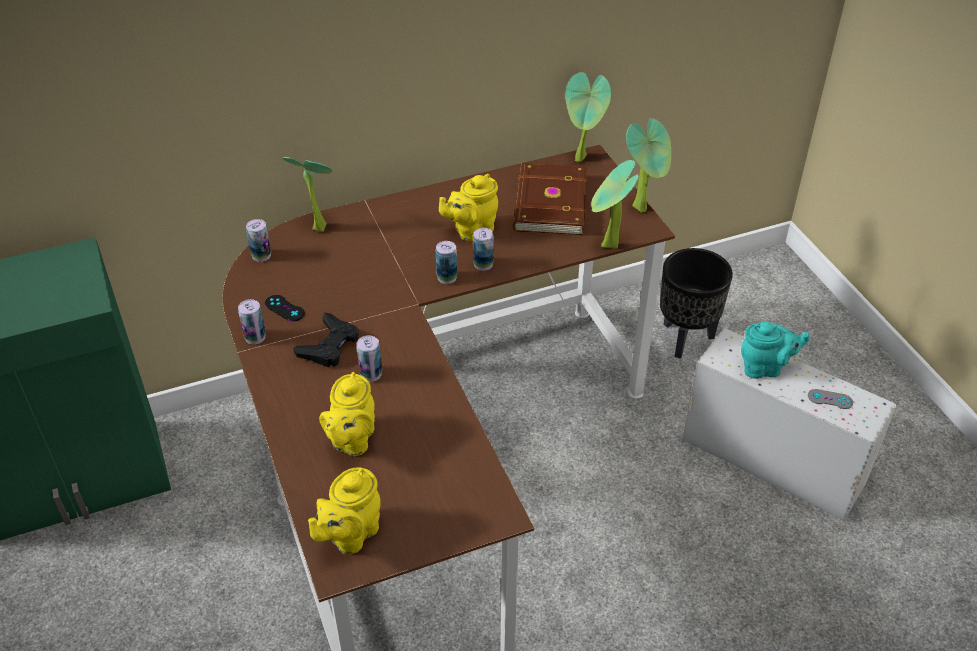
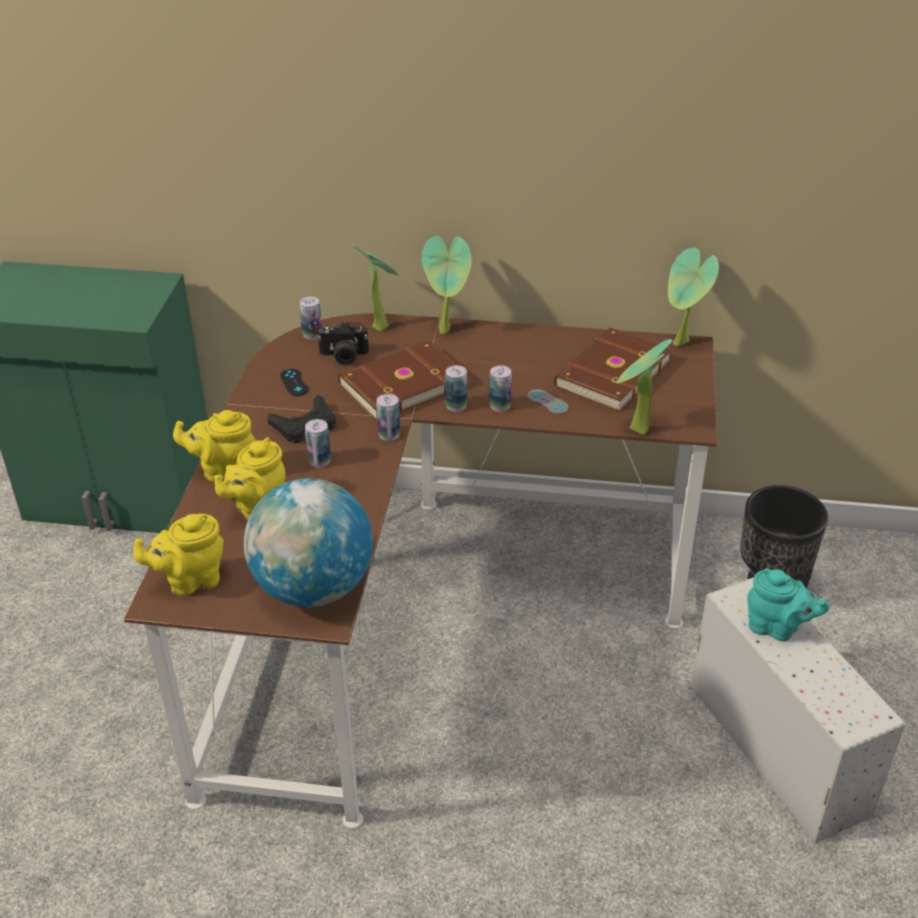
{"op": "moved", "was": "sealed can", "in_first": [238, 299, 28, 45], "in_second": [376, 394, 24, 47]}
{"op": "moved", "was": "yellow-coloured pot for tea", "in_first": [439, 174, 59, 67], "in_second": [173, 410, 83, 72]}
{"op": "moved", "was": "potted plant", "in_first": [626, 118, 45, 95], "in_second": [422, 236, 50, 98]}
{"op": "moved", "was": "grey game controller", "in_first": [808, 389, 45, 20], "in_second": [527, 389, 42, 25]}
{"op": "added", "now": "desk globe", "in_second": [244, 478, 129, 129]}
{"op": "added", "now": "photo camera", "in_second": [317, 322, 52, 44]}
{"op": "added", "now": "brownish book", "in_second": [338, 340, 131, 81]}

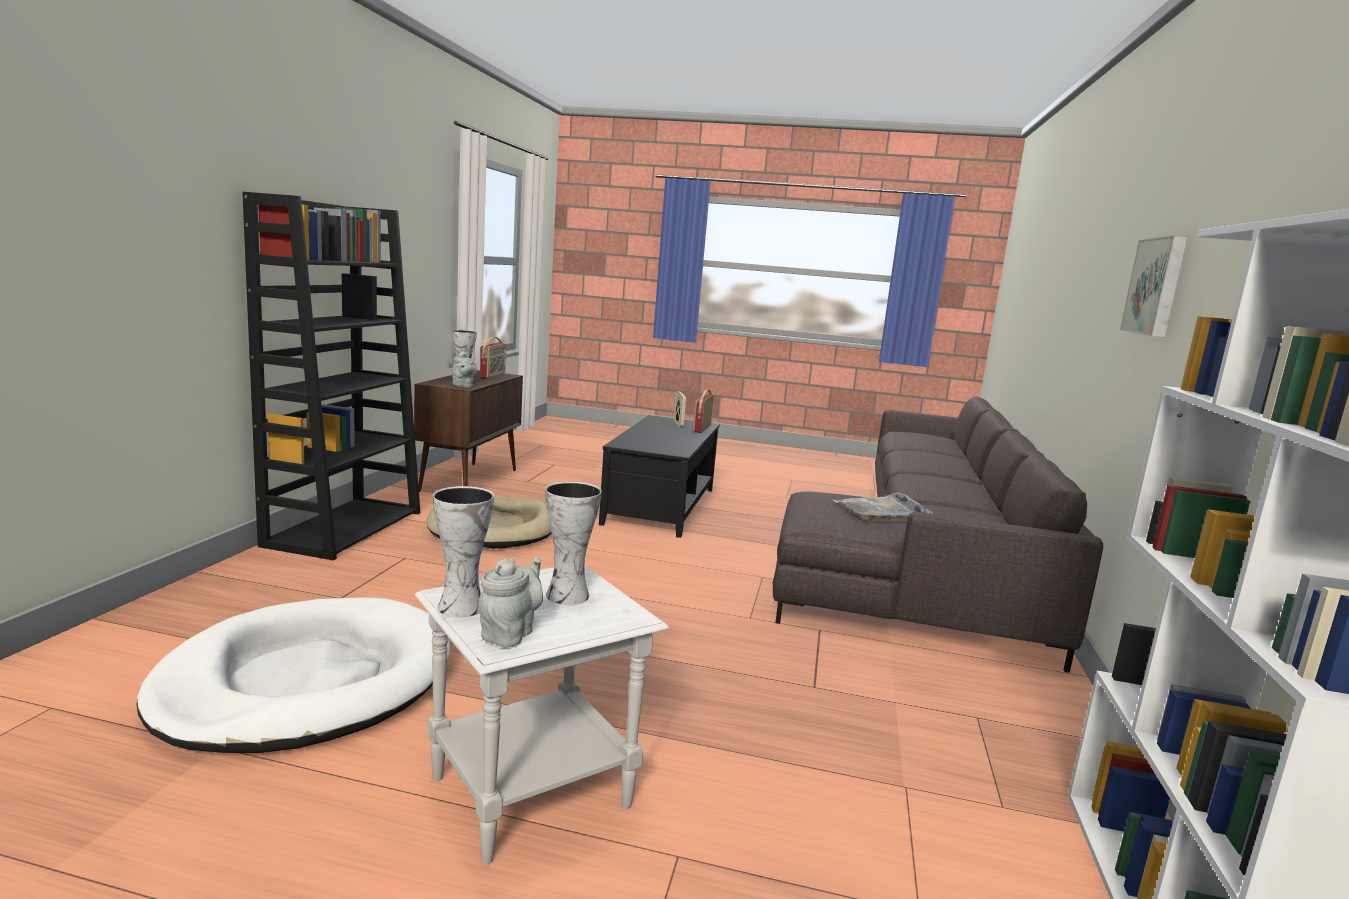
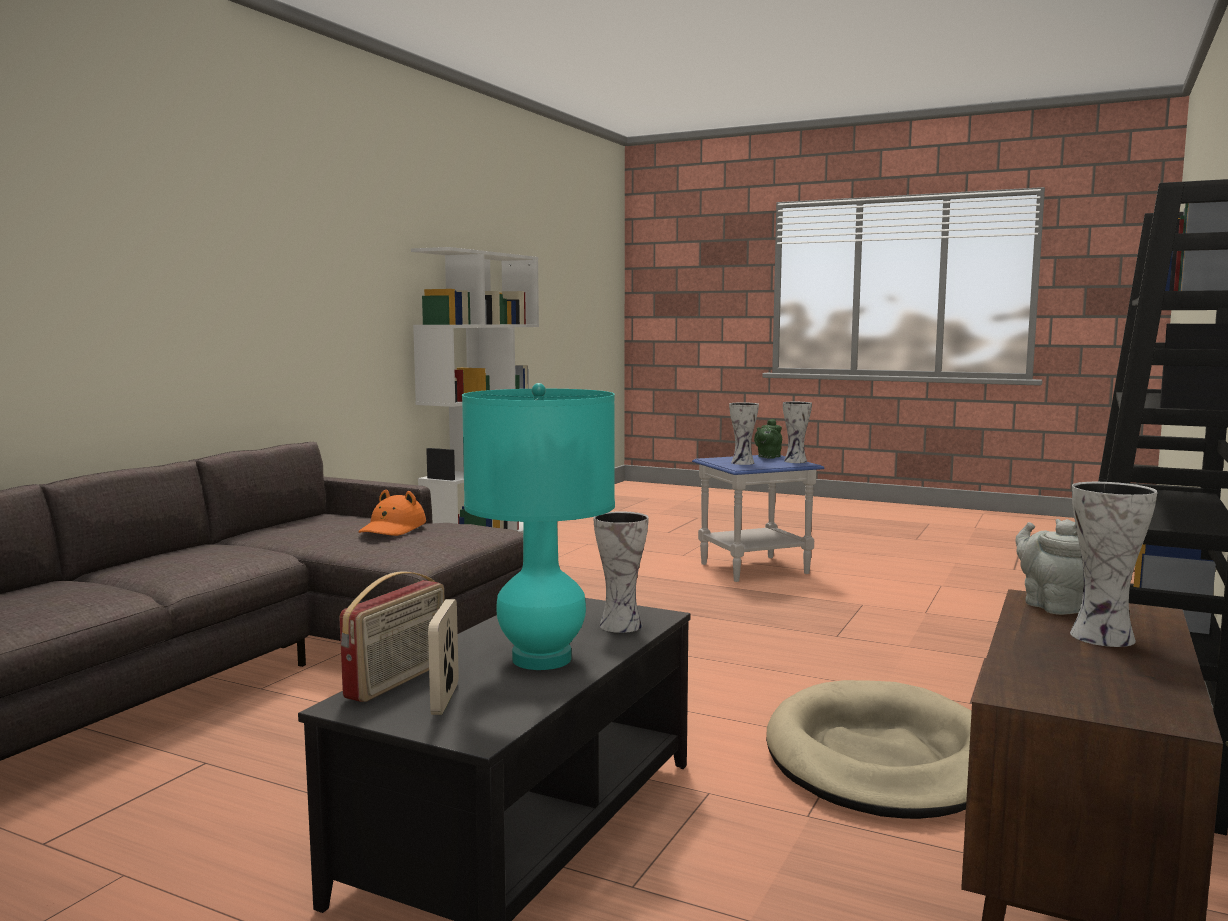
{"op": "removed", "was": "whitish pet bed", "in_first": [137, 597, 313, 156]}
{"op": "recoloured", "was": "whitish end table", "now": "bluish end table", "in_first": [415, 566, 254, 299], "in_second": [692, 455, 133, 127]}
{"op": "recoloured", "was": "grey pot for tea", "now": "green pot for tea", "in_first": [479, 556, 64, 92], "in_second": [754, 419, 28, 40]}
{"op": "removed", "was": "radio set", "in_first": [480, 337, 26, 42]}
{"op": "replaced", "was": "grey serving tray", "now": "orange-coloured hat", "in_first": [833, 492, 100, 30], "in_second": [358, 489, 68, 47]}
{"op": "removed", "was": "wall art", "in_first": [1120, 236, 68, 101]}
{"op": "added", "now": "turquoise-coloured table lamp", "in_second": [462, 383, 153, 287]}
{"op": "added", "now": "flower vase", "in_second": [593, 511, 56, 122]}

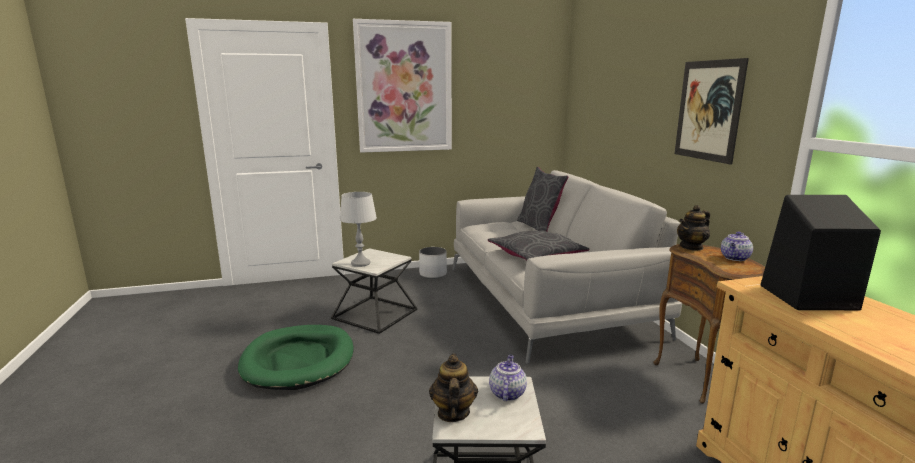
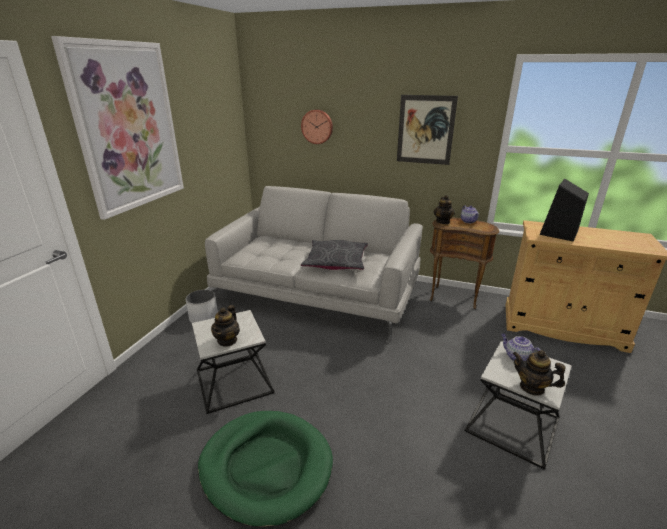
{"op": "replaced", "was": "grey table lamp", "now": "pot for tea", "in_first": [339, 192, 38, 75], "in_second": [211, 305, 29, 42]}
{"op": "removed", "was": "grey throw pillow", "in_first": [517, 167, 52, 64]}
{"op": "added", "now": "hanging clock", "in_second": [301, 109, 32, 35]}

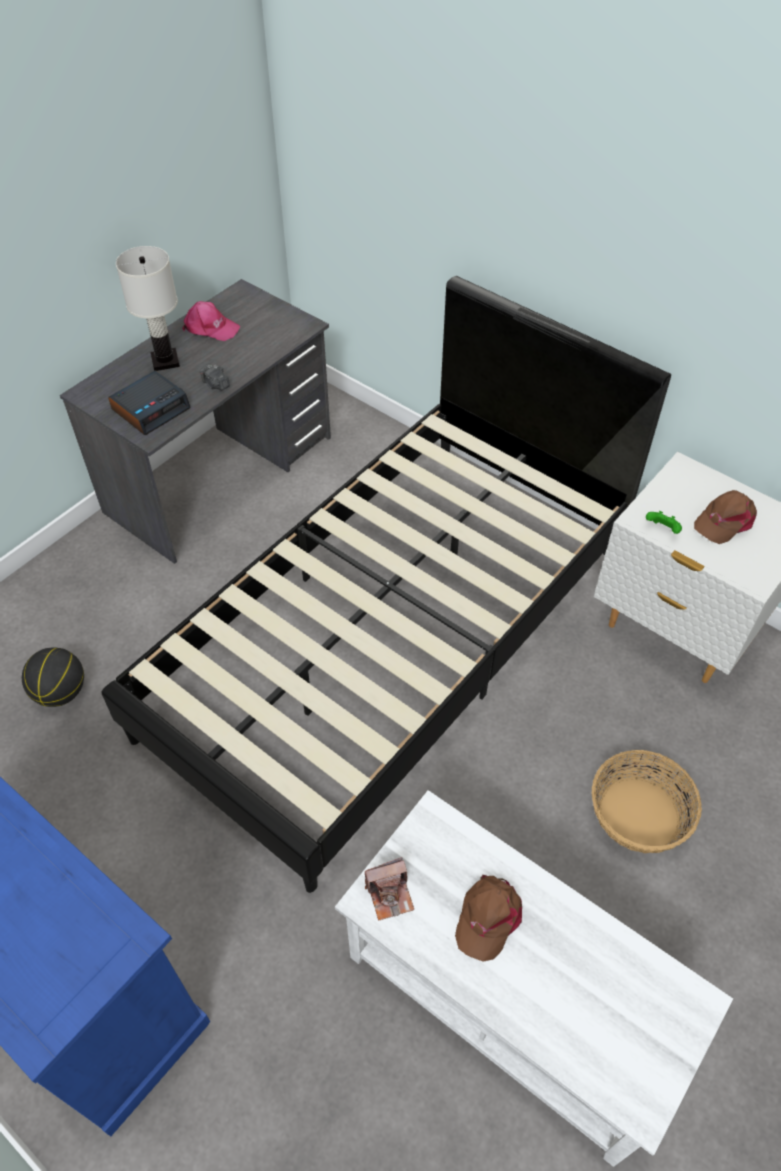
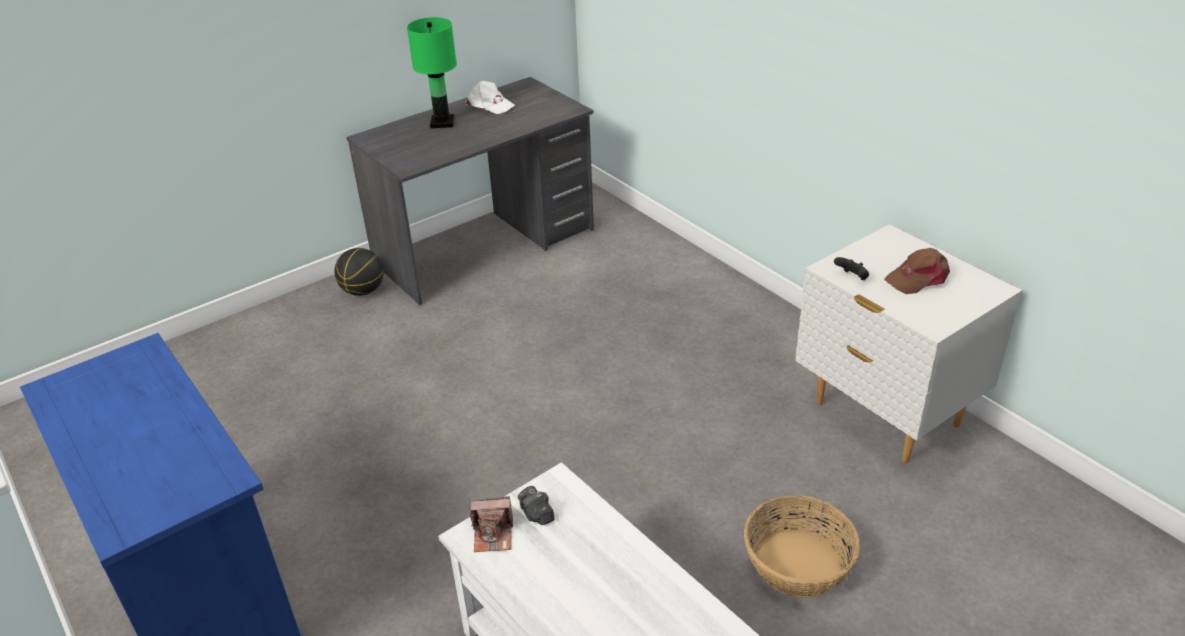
{"op": "moved", "was": "ball for basketball", "in_first": [22, 647, 62, 60], "in_second": [334, 248, 50, 48]}
{"op": "removed", "was": "black sleeping bed", "in_first": [102, 276, 569, 617]}
{"op": "removed", "was": "bedside clock", "in_first": [108, 371, 83, 64]}
{"op": "recoloured", "was": "whitish table lamp", "now": "green table lamp", "in_first": [116, 246, 64, 125], "in_second": [407, 17, 50, 111]}
{"op": "recoloured", "was": "pink-coloured cap", "now": "whitish cap", "in_first": [182, 301, 59, 40], "in_second": [465, 81, 50, 33]}
{"op": "moved", "was": "photo camera", "in_first": [200, 363, 30, 27], "in_second": [518, 486, 36, 39]}
{"op": "removed", "was": "brownish cap", "in_first": [455, 875, 67, 87]}
{"op": "recoloured", "was": "green game controller", "now": "black game controller", "in_first": [646, 511, 36, 23], "in_second": [834, 257, 35, 23]}

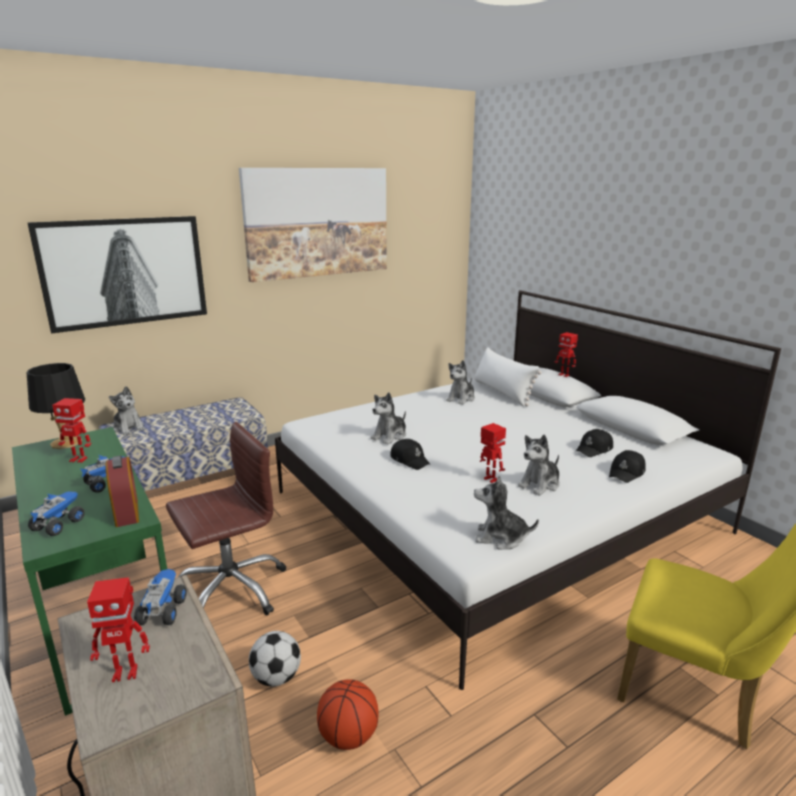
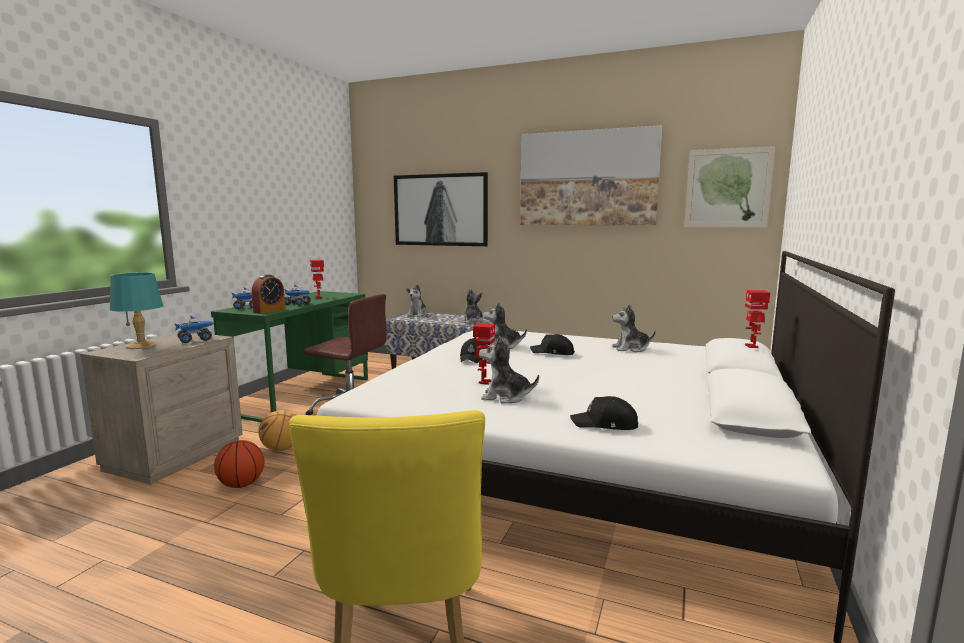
{"op": "removed", "was": "black table lamp", "in_first": [27, 363, 58, 86]}
{"op": "replaced", "was": "model robot", "now": "turquoise-coloured table lamp", "in_first": [87, 577, 63, 105], "in_second": [110, 272, 53, 77]}
{"op": "replaced", "was": "football", "now": "ball for basketball", "in_first": [249, 631, 52, 55], "in_second": [258, 410, 37, 41]}
{"op": "moved", "was": "plush toy", "in_first": [474, 476, 65, 74], "in_second": [462, 288, 22, 36]}
{"op": "removed", "was": "whitish throw pillow", "in_first": [475, 347, 67, 60]}
{"op": "moved", "was": "black cap", "in_first": [575, 429, 38, 28], "in_second": [530, 334, 45, 21]}
{"op": "added", "now": "wall art", "in_second": [684, 146, 92, 82]}

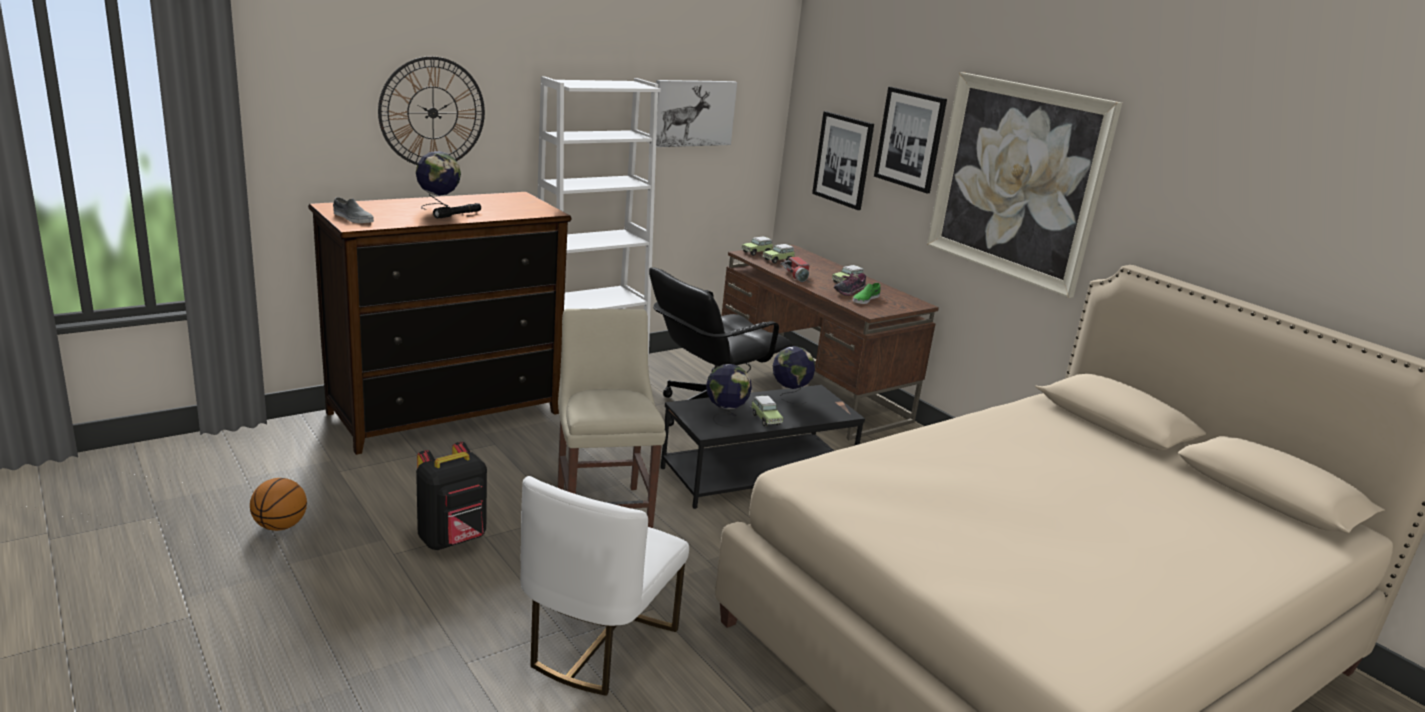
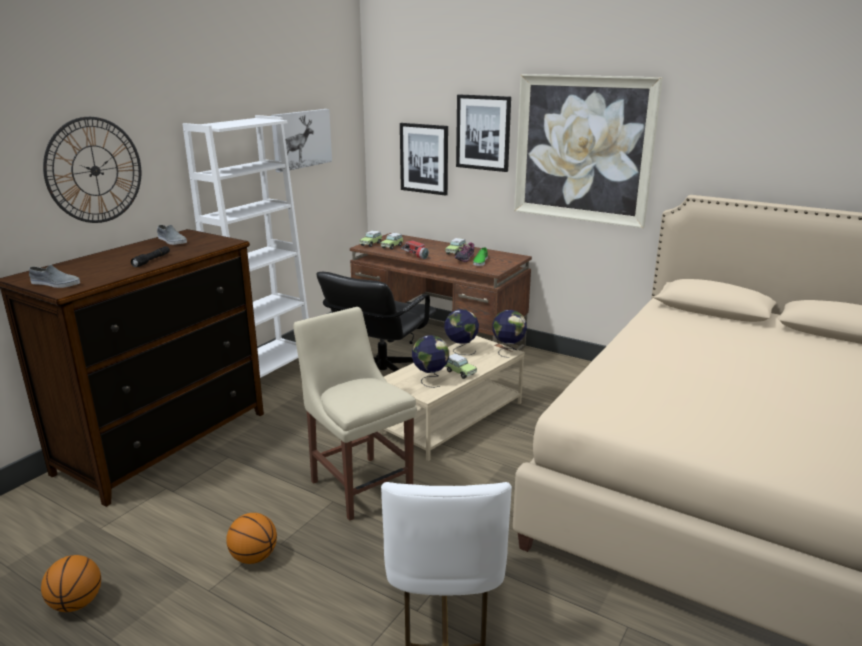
{"op": "moved", "was": "desk globe", "in_first": [416, 151, 45, 59], "in_second": [492, 310, 35, 48]}
{"op": "replaced", "was": "black backpack", "now": "ball for basketball", "in_first": [416, 442, 71, 108], "in_second": [226, 513, 51, 51]}
{"op": "recoloured", "was": "black lounge table", "now": "beige-coloured lounge table", "in_first": [661, 385, 204, 124], "in_second": [378, 336, 147, 125]}
{"op": "added", "now": "grey item of footwear", "in_second": [157, 225, 30, 20]}

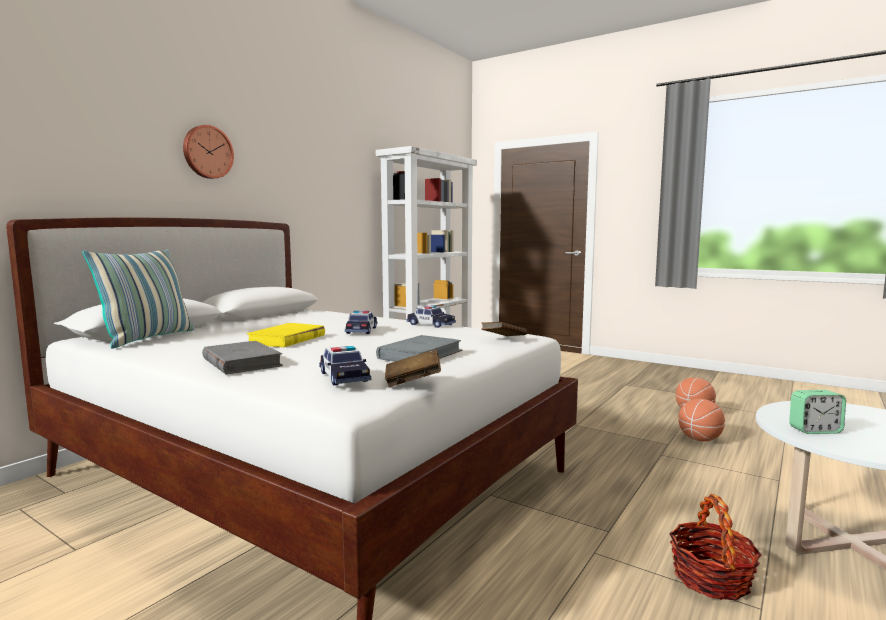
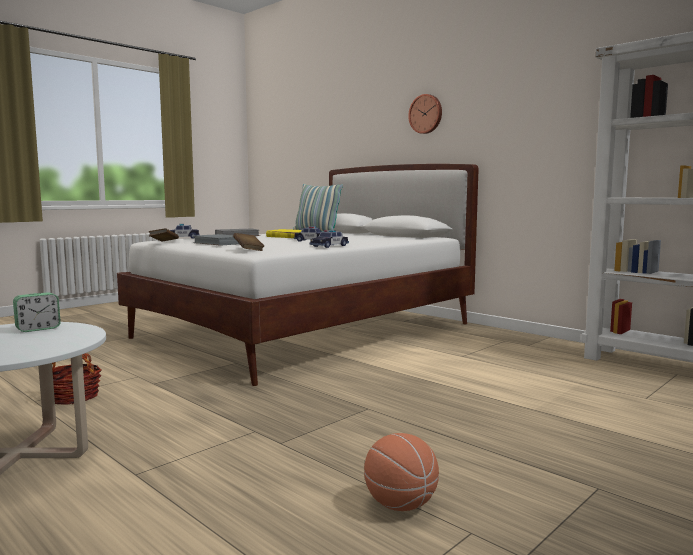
{"op": "removed", "was": "ball for basketball", "in_first": [678, 399, 47, 42]}
{"op": "turned", "was": "bedside clock", "in_first": [789, 390, 57, 44], "in_second": [13, 292, 48, 40], "clockwise": -135}

